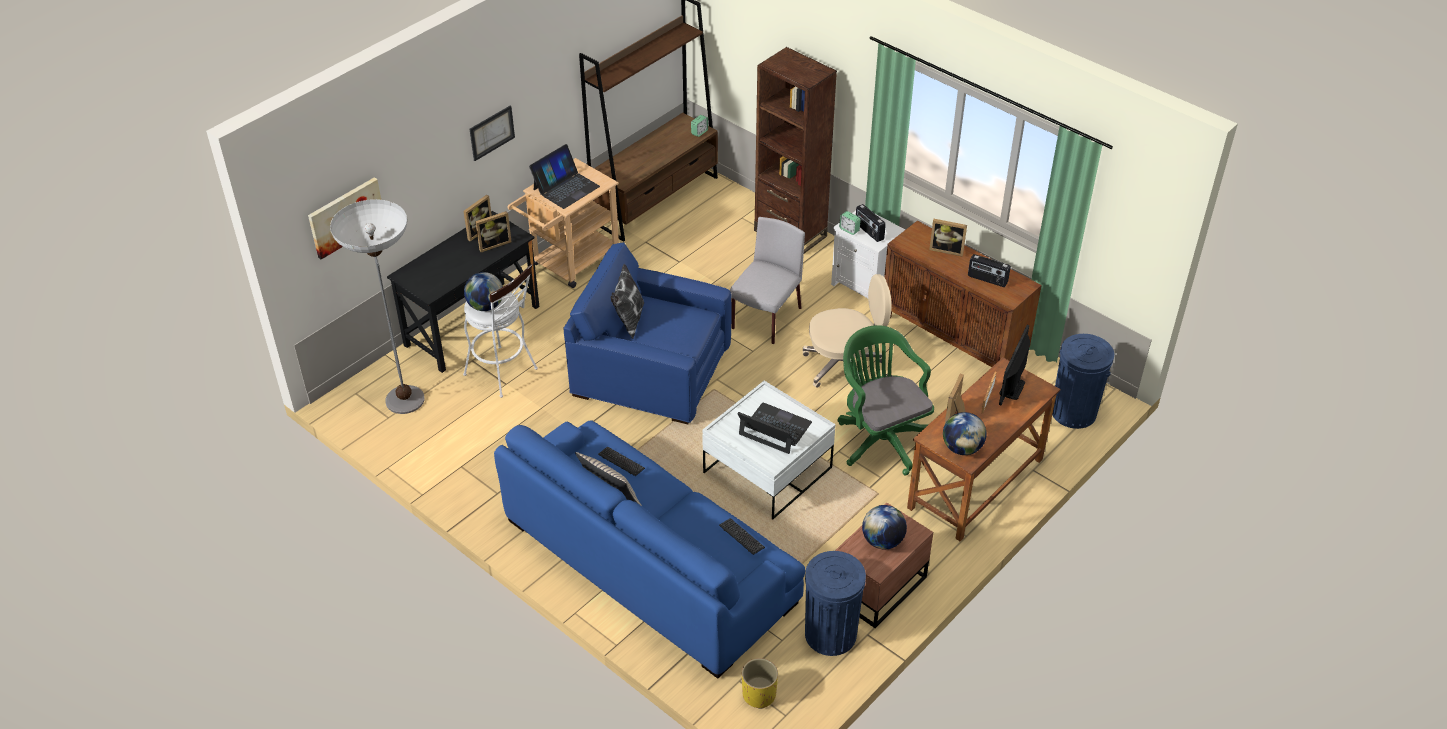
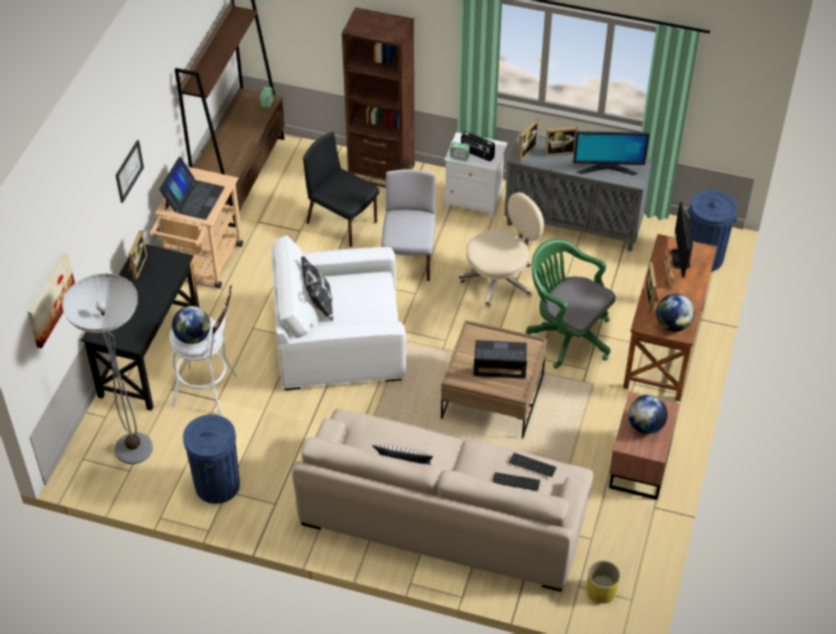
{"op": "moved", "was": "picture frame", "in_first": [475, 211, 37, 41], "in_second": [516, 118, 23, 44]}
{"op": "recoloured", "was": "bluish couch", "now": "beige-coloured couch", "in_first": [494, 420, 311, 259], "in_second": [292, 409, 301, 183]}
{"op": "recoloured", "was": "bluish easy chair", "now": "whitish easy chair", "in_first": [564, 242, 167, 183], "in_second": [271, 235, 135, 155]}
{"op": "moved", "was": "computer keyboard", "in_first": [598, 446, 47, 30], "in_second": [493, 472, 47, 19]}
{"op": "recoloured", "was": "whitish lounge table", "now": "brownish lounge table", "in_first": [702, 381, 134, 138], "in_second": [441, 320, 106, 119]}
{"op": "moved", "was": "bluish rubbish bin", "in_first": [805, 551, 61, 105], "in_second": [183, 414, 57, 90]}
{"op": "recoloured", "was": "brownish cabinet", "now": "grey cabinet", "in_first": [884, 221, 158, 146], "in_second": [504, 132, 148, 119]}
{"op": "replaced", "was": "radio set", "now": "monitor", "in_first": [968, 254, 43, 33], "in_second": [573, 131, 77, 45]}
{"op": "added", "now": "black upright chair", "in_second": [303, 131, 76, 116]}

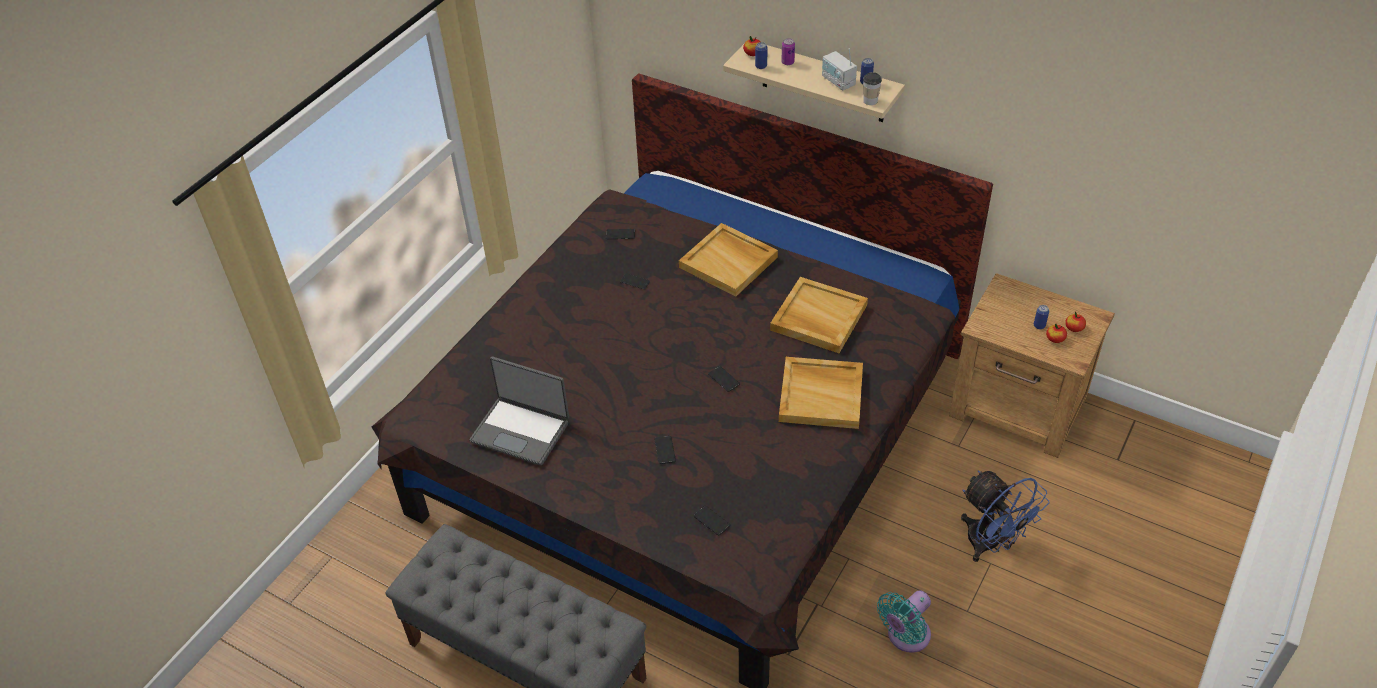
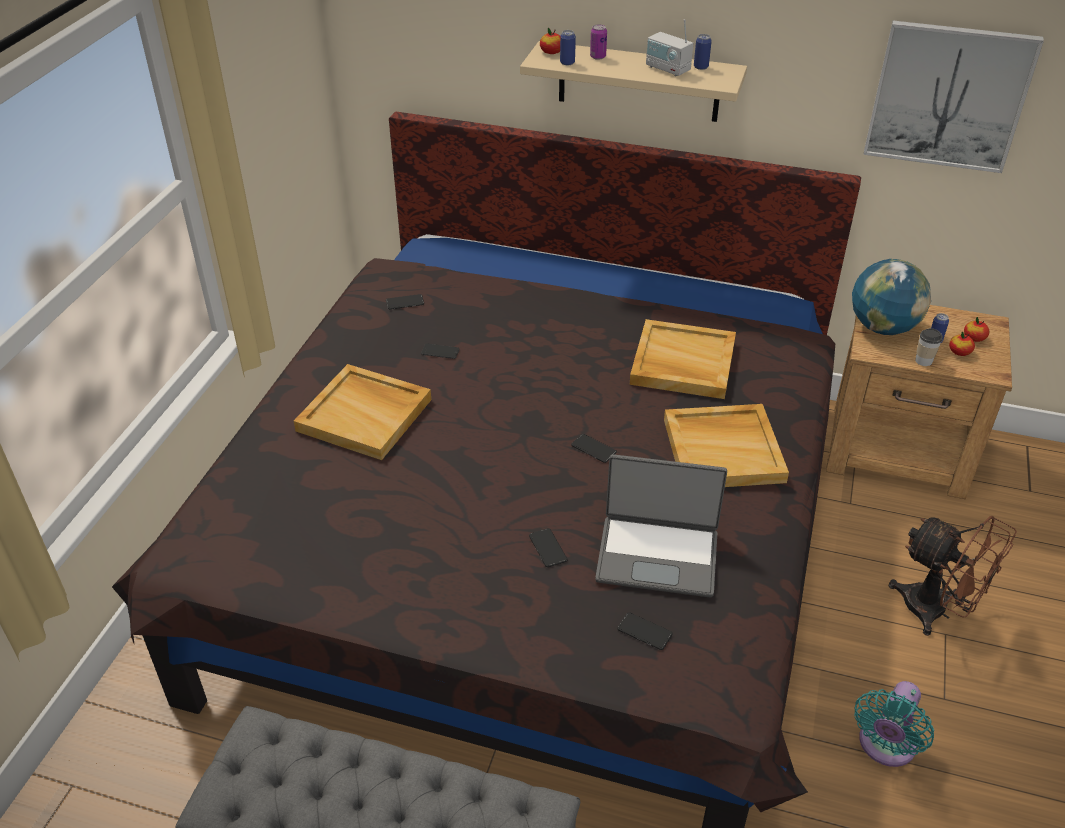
{"op": "moved", "was": "portable computer", "in_first": [469, 357, 100, 108], "in_second": [595, 454, 132, 143]}
{"op": "moved", "was": "beige-coloured serving tray", "in_first": [679, 223, 99, 74], "in_second": [294, 364, 137, 96]}
{"op": "moved", "was": "small cup", "in_first": [863, 72, 19, 33], "in_second": [915, 328, 28, 38]}
{"op": "recoloured", "was": "bluish fan", "now": "brownish fan", "in_first": [961, 470, 89, 92], "in_second": [889, 516, 128, 120]}
{"op": "added", "now": "desk globe", "in_second": [852, 259, 79, 76]}
{"op": "added", "now": "wall art", "in_second": [863, 21, 181, 152]}

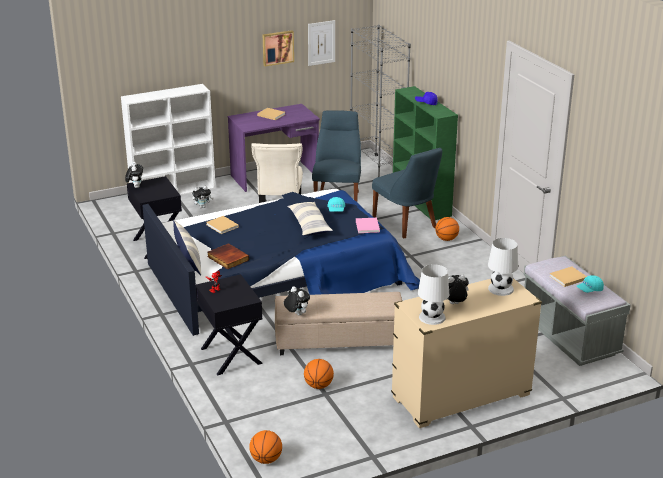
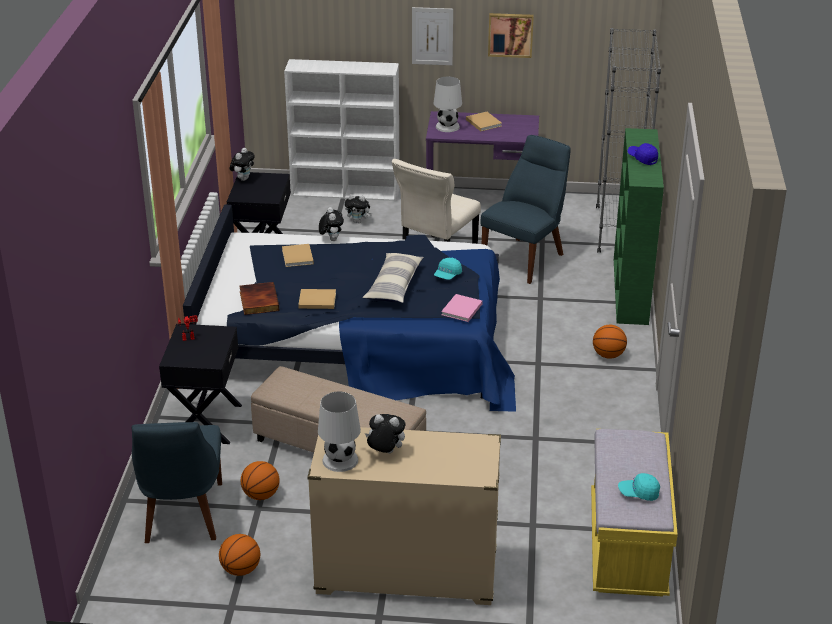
{"op": "removed", "was": "throw pillow", "in_first": [173, 220, 28, 55]}
{"op": "moved", "was": "ball for basketball", "in_first": [249, 430, 33, 34], "in_second": [219, 534, 41, 42]}
{"op": "moved", "was": "plush toy", "in_first": [284, 286, 26, 30], "in_second": [319, 207, 25, 34]}
{"op": "moved", "was": "wall art", "in_first": [308, 20, 27, 46], "in_second": [412, 7, 41, 58]}
{"op": "moved", "was": "bluish upright chair", "in_first": [372, 148, 70, 90], "in_second": [132, 422, 90, 121]}
{"op": "moved", "was": "whitish table lamp", "in_first": [488, 238, 30, 58], "in_second": [434, 76, 28, 56]}
{"op": "recoloured", "was": "grey indoor bench", "now": "yellow-coloured indoor bench", "in_first": [524, 256, 107, 110], "in_second": [591, 429, 87, 167]}
{"op": "moved", "was": "beige-coloured book", "in_first": [550, 267, 37, 20], "in_second": [298, 289, 38, 20]}

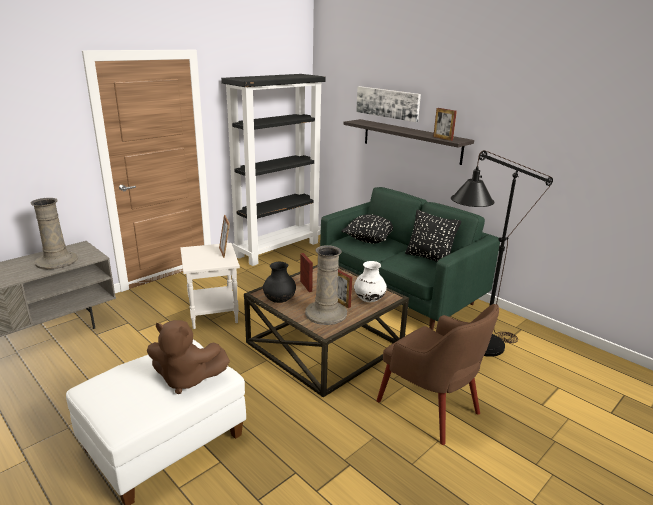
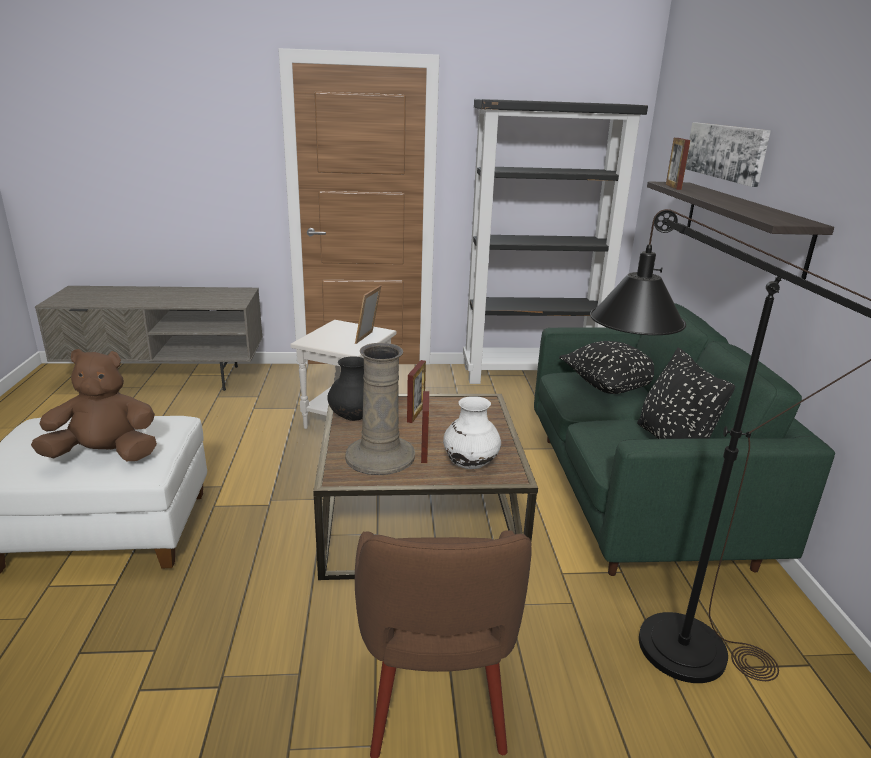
{"op": "removed", "was": "beige-coloured flower vase", "in_first": [30, 198, 48, 72]}
{"op": "turned", "was": "brownish plush toy", "in_first": [147, 320, 83, 74], "in_second": [31, 349, 126, 112], "clockwise": 120}
{"op": "moved", "was": "picture frame", "in_first": [433, 108, 24, 33], "in_second": [666, 138, 24, 52]}

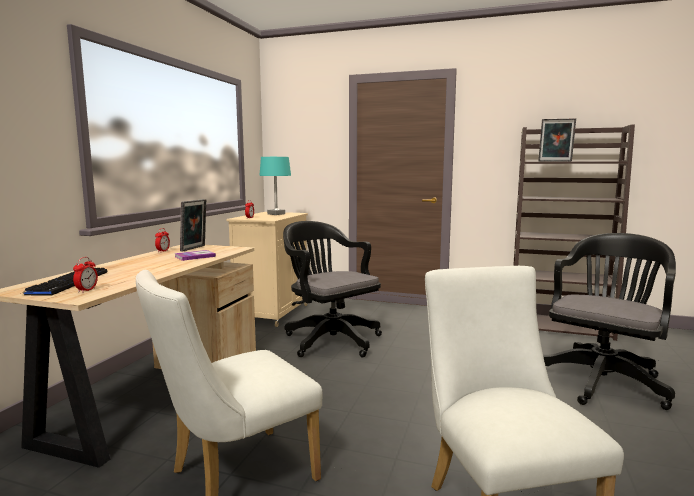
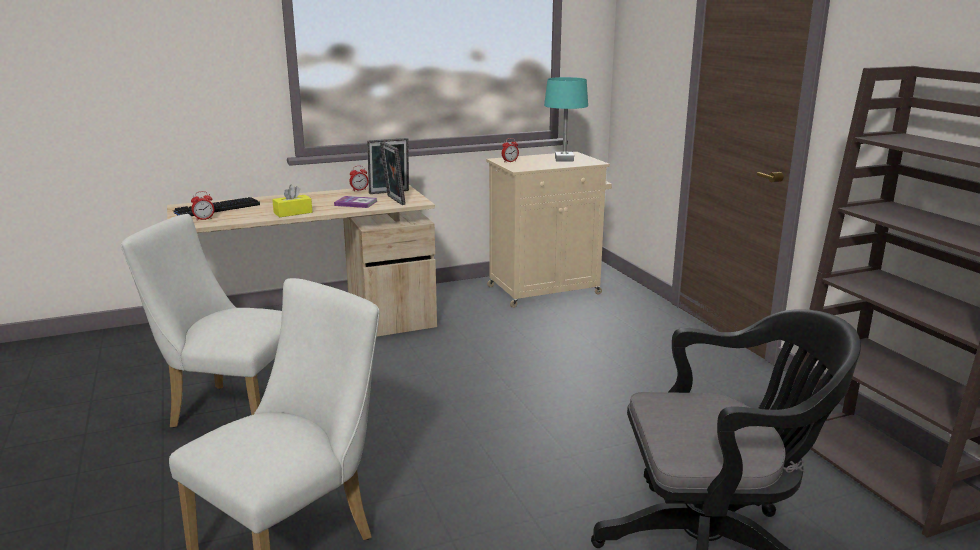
{"op": "removed", "was": "black computer chair", "in_first": [283, 221, 99, 137]}
{"op": "moved", "was": "picture frame", "in_first": [538, 118, 38, 43], "in_second": [380, 142, 26, 63]}
{"op": "added", "now": "yellow-coloured box of tissues", "in_second": [272, 185, 40, 32]}

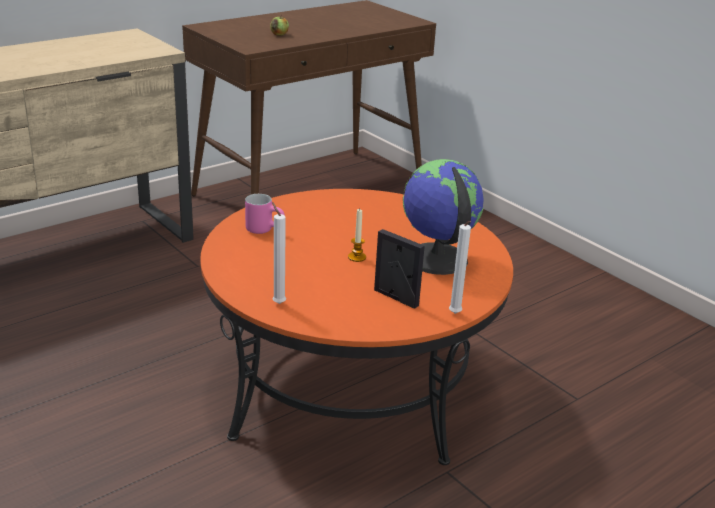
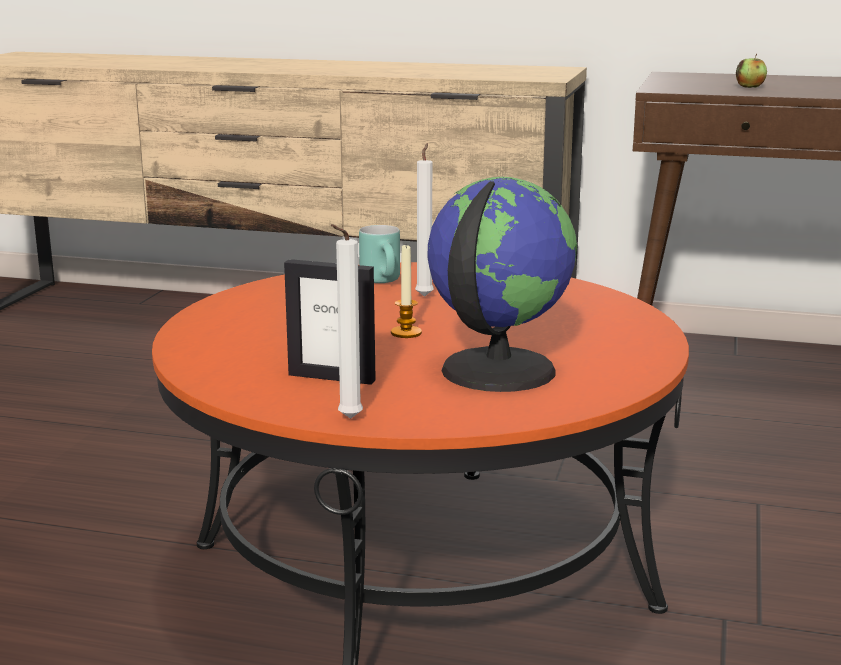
{"op": "recoloured", "was": "pink-coloured coffee mug", "now": "turquoise-coloured coffee mug", "in_first": [245, 194, 40, 40], "in_second": [359, 225, 41, 58]}
{"op": "moved", "was": "whitish wax candle", "in_first": [272, 202, 14, 102], "in_second": [415, 143, 19, 154]}
{"op": "turned", "was": "picture frame", "in_first": [374, 229, 51, 79], "in_second": [284, 259, 92, 126], "clockwise": 105}

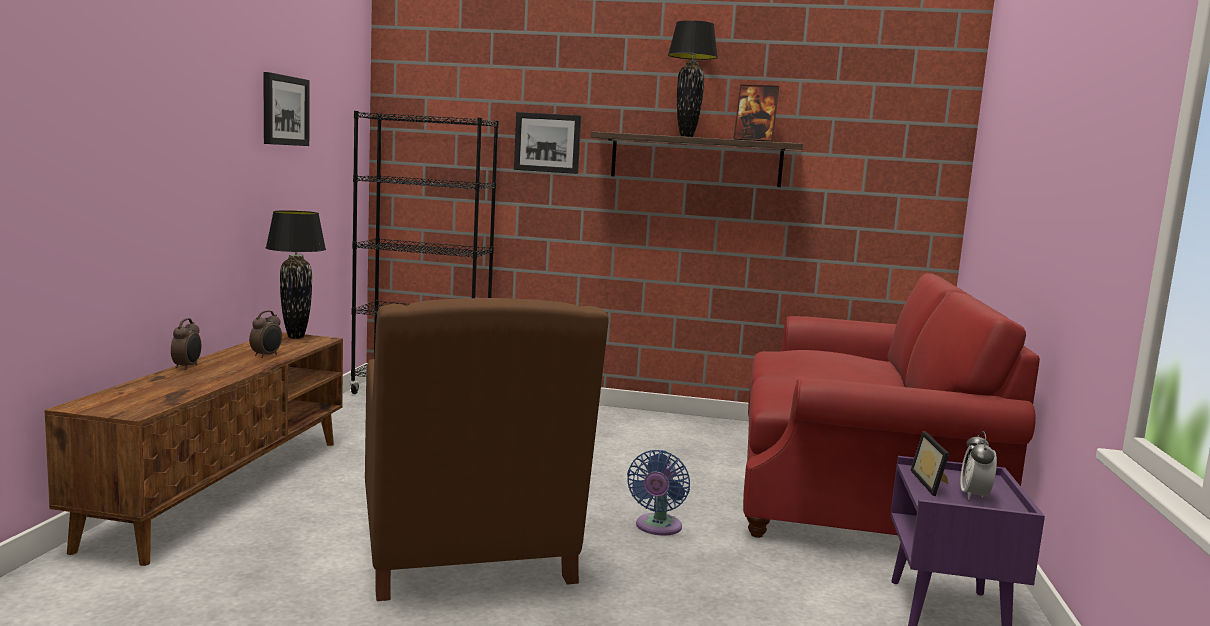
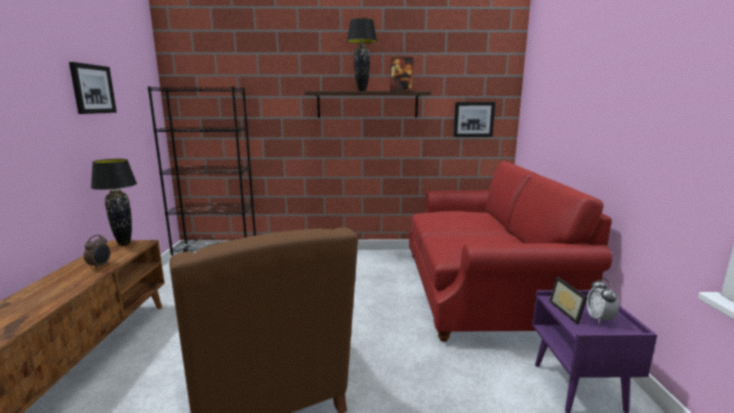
{"op": "removed", "was": "bedside clock", "in_first": [171, 318, 30, 52]}
{"op": "moved", "was": "wall art", "in_first": [514, 112, 67, 62], "in_second": [453, 102, 42, 35]}
{"op": "removed", "was": "bluish fan", "in_first": [627, 450, 63, 86]}

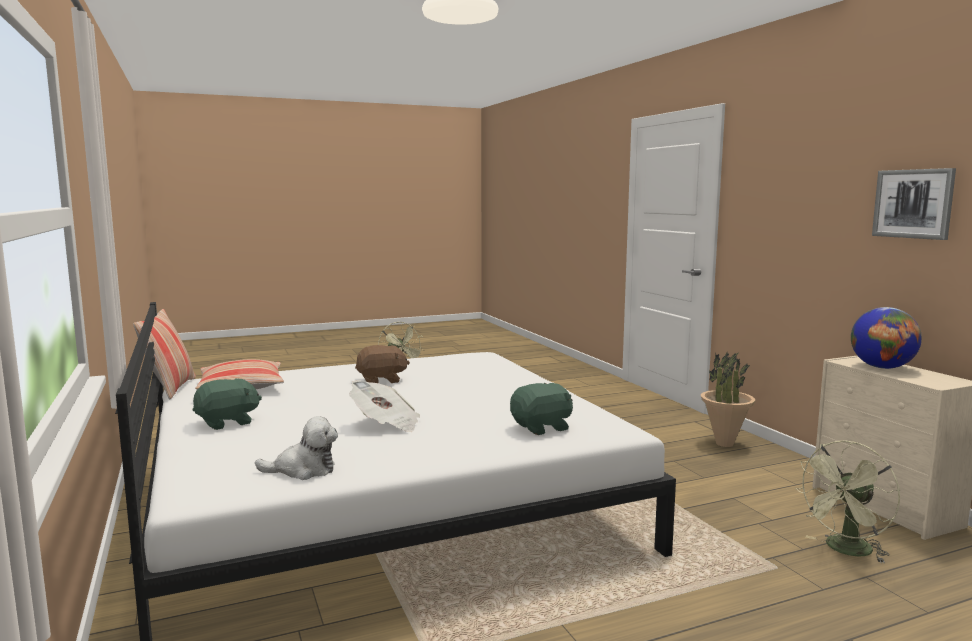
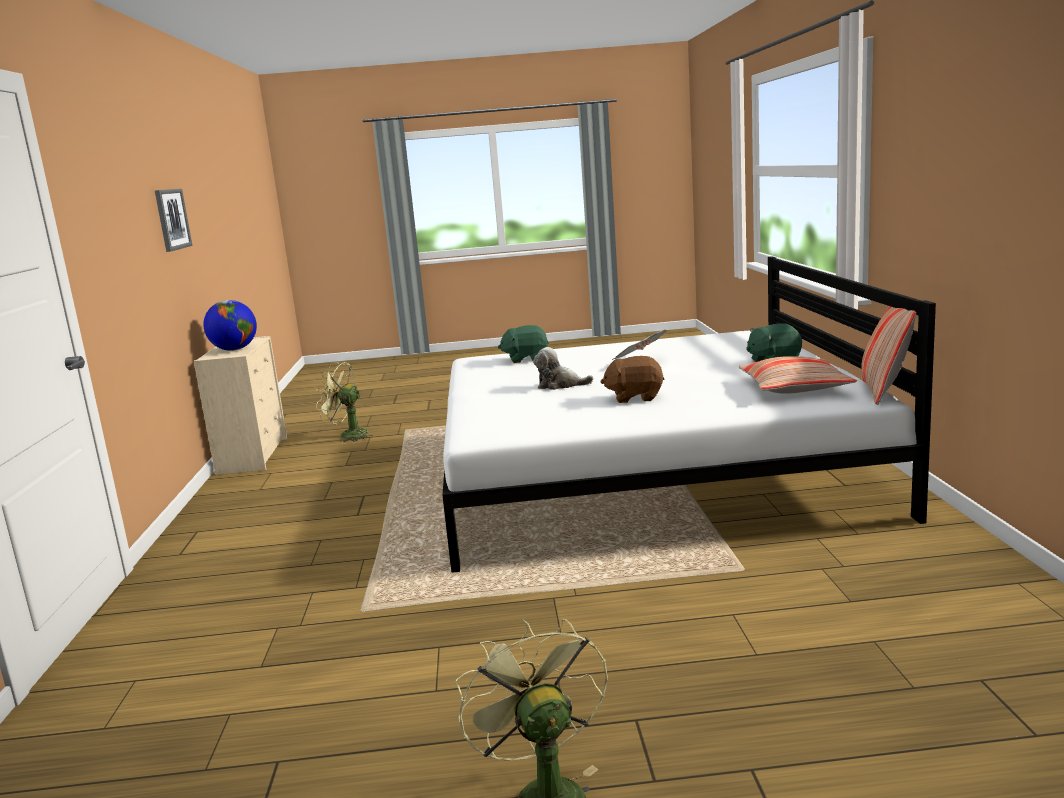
{"op": "moved", "was": "plush toy", "in_first": [255, 416, 83, 64], "in_second": [533, 347, 60, 43]}
{"op": "removed", "was": "potted plant", "in_first": [701, 351, 54, 96]}
{"op": "turned", "was": "green fan", "in_first": [795, 441, 105, 123], "in_second": [316, 362, 56, 81], "clockwise": -150}

